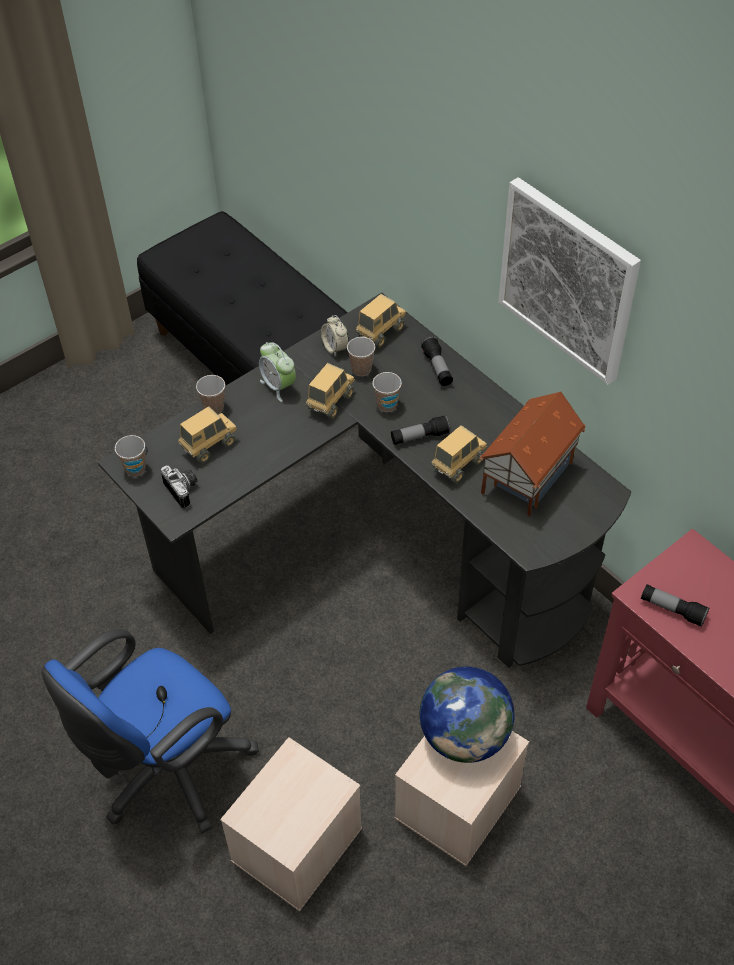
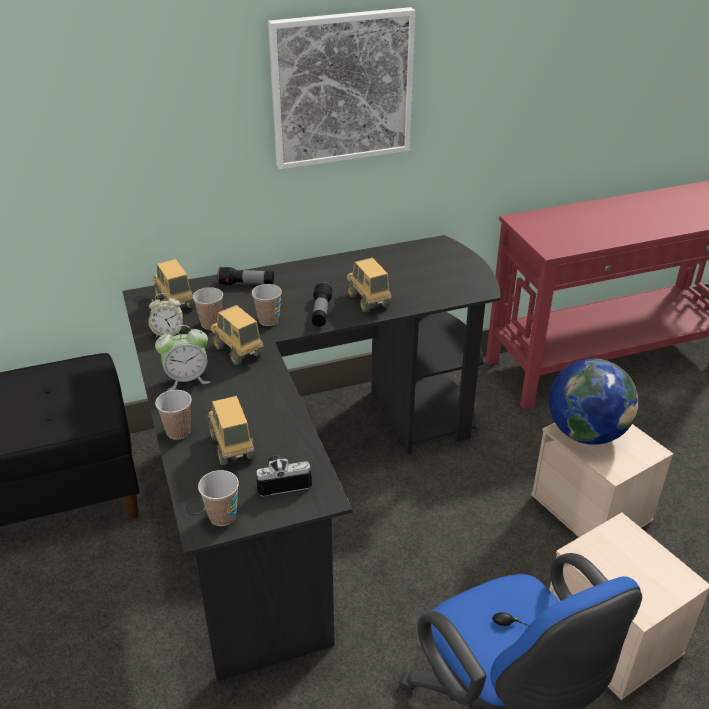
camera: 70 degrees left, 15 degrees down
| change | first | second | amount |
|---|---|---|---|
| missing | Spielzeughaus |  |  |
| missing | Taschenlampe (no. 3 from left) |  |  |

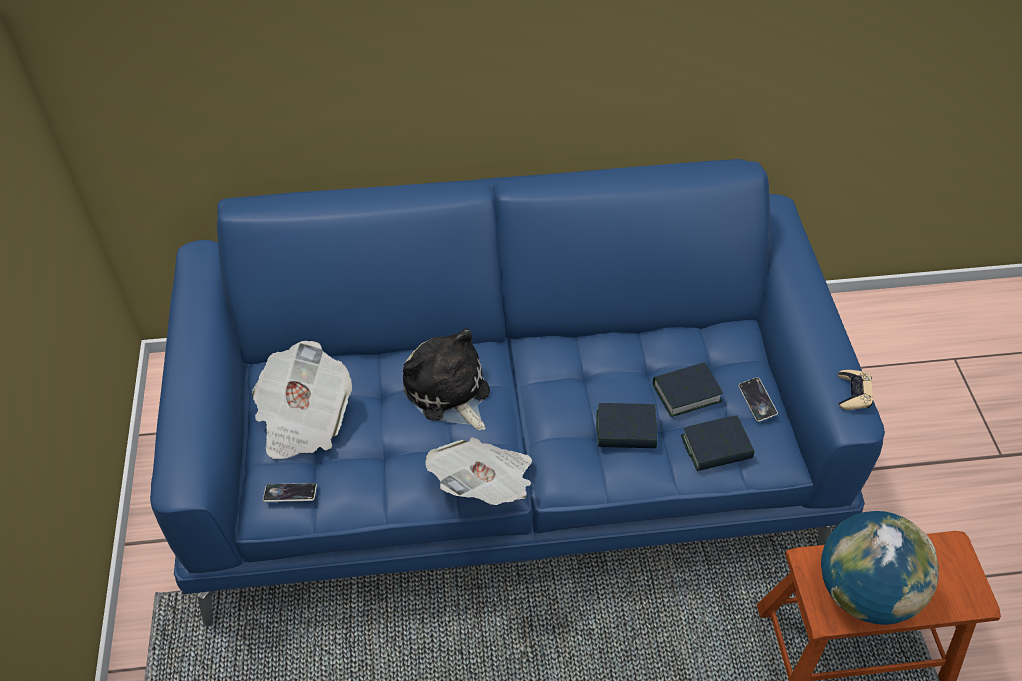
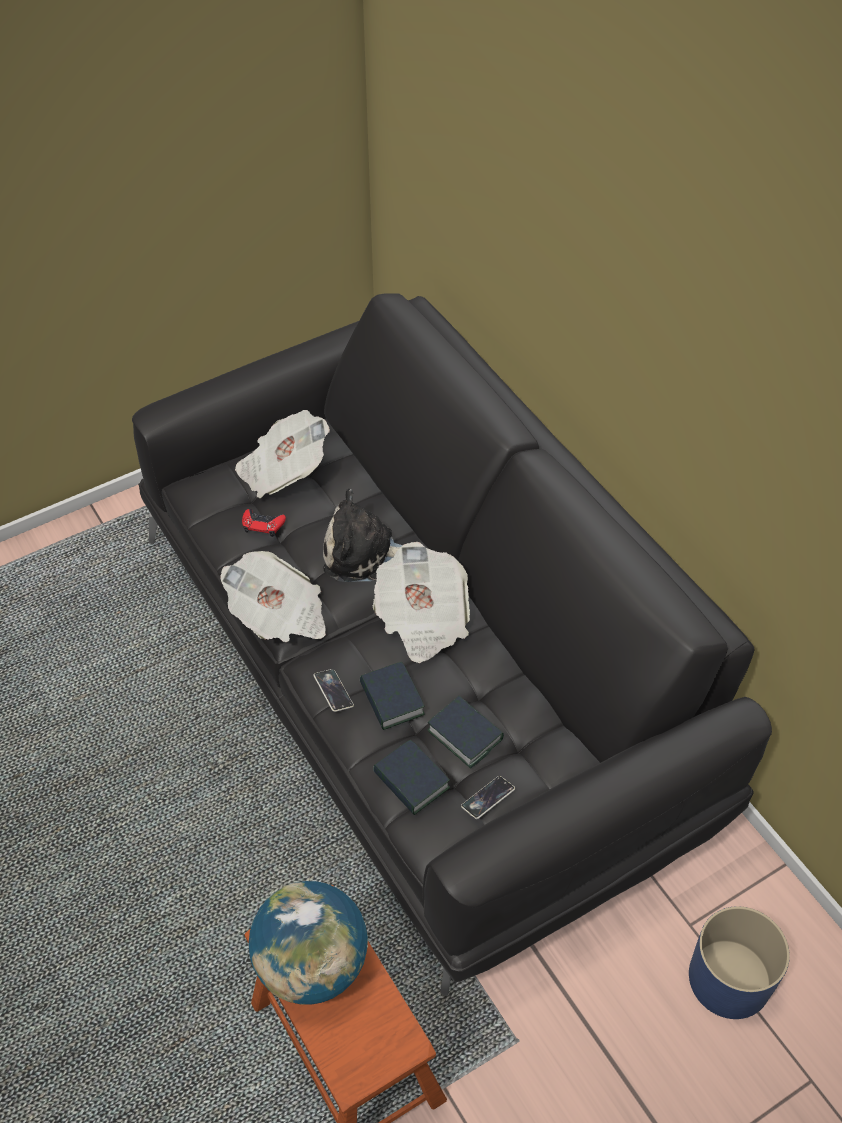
camera: 65 degrees right, 0 degrees up
| change | first | second | amount |
|---|---|---|---|
| colour | Sofa [blau] | Sofa [schwarz] |  |
| spun | Plüschtier |  | 120 degrees counterclockwise |
| missing | Gamepad [beige] |  |  |
| relocated | Handy (no. 1 from left) |  |  |
| appeared |  | Gamepad [rot] |  |
| appeared |  | Zeitung (no. 3 from left) |  |
| appeared |  | Pflanzkübel [blau] |  |

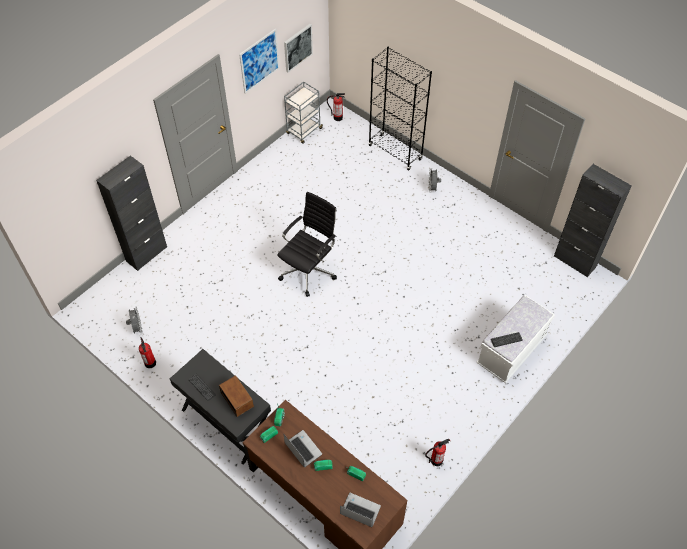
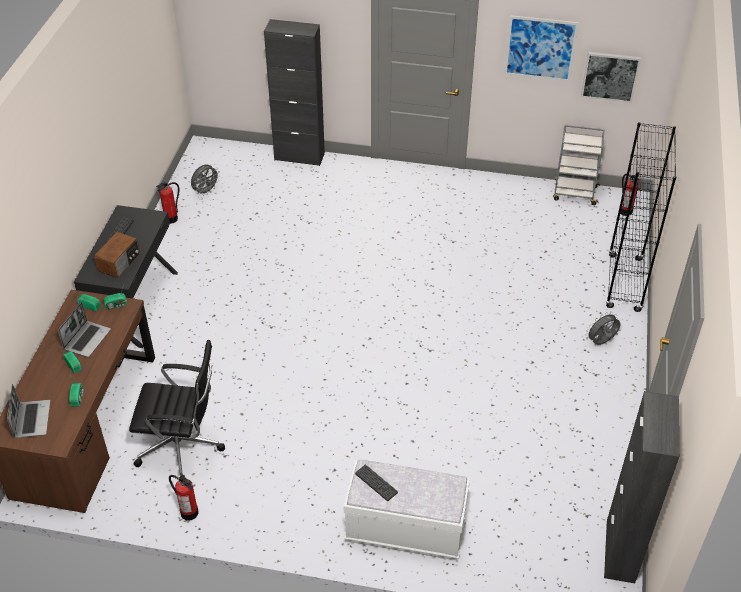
camera: 60 degrees right, 10 degrees down
| change | first | second | amount |
|---|---|---|---|
| relocated | Bürostuhl [schwarz] |  |  |

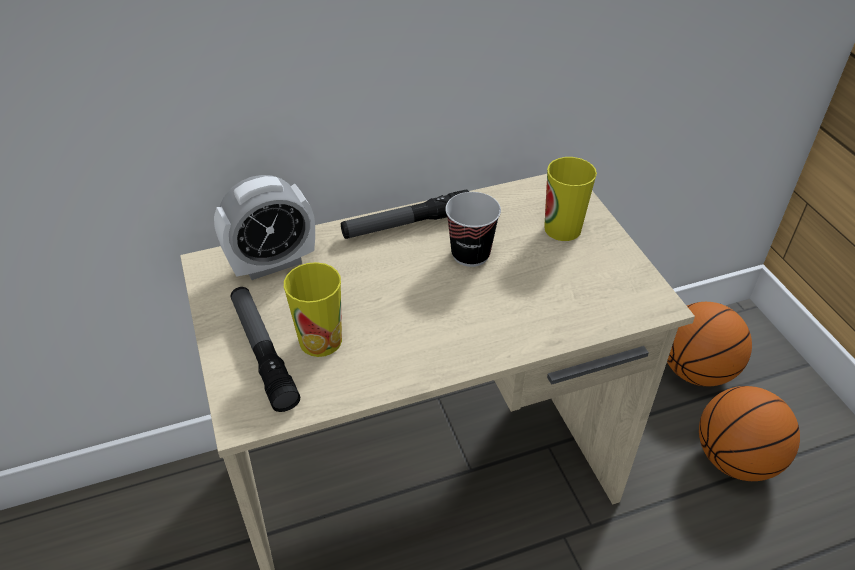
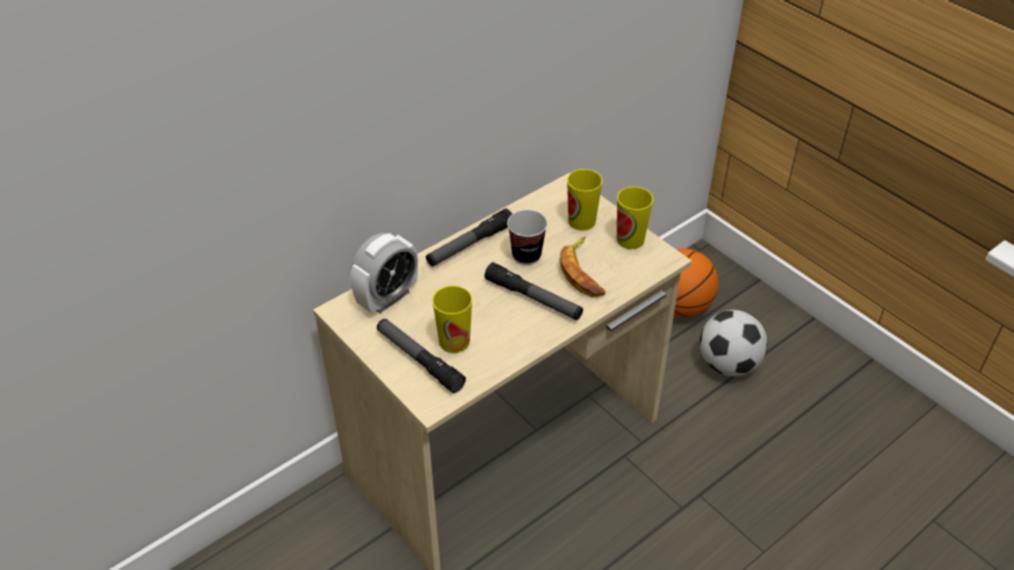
camera: 20 degrees left, 0 degrees up
| change | first | second | amount |
|---|---|---|---|
| exchanged | Basketball (no. 2 from left) | Fußball |  |
| appeared |  | Tasse (no. 4 from left) |  |
| appeared |  | Banane |  |
| appeared |  | Taschenlampe (no. 3 from left) |  |

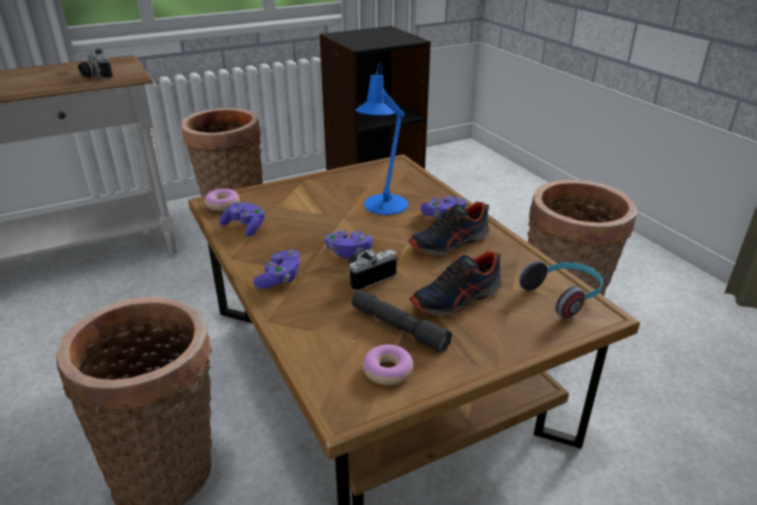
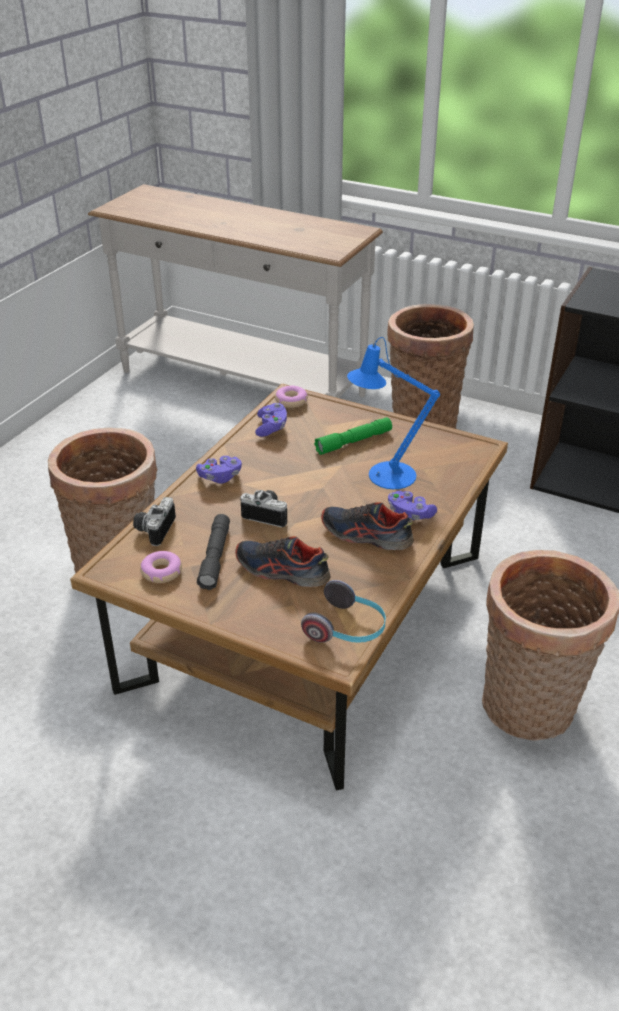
camera: 55 degrees right, 5 degrees up
| change | first | second | amount |
|---|---|---|---|
| relocated | Kamera (no. 1 from left) |  |  |
| missing | Gamepad [lila] (no. 3 from left) |  |  |
| appeared |  | Taschenlampe [grün] |  |

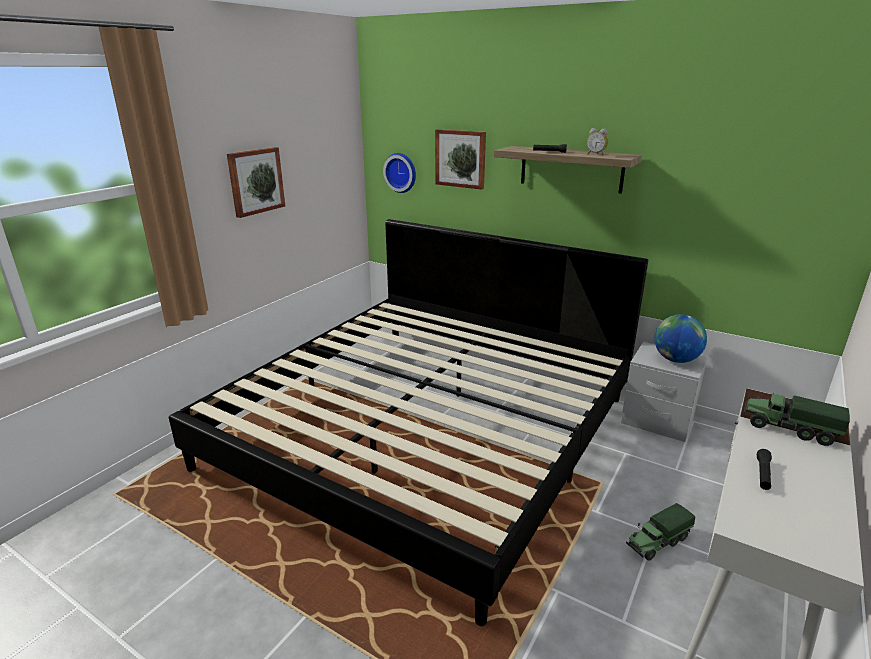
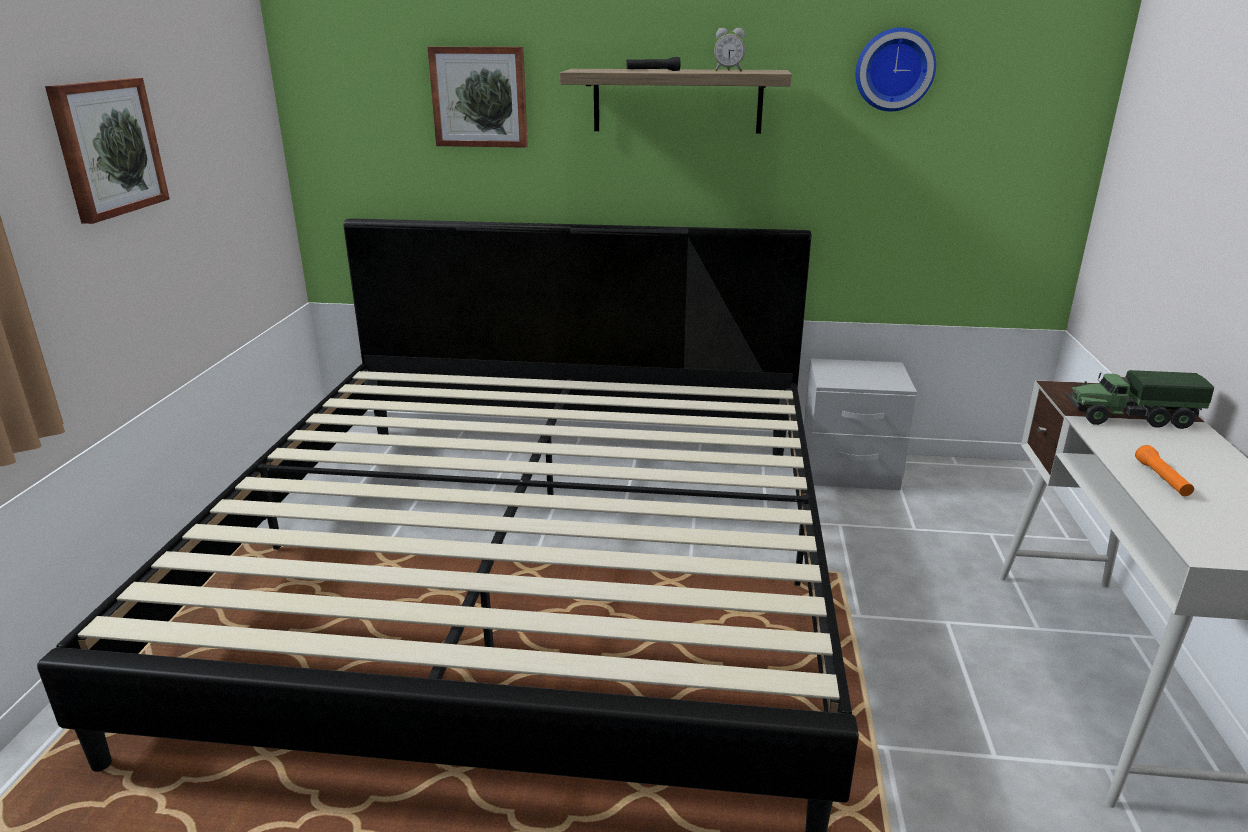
camera: 25 degrees left, 0 degrees up
| change | first | second | amount |
|---|---|---|---|
| relocated | Wanduhr |  |  |
| missing | Globus |  |  |
| colour | Taschenlampe [schwarz] (no. 2 from left) | Taschenlampe [orange] |  |
| missing | Spielzeuglaster (no. 1 from left) |  |  |

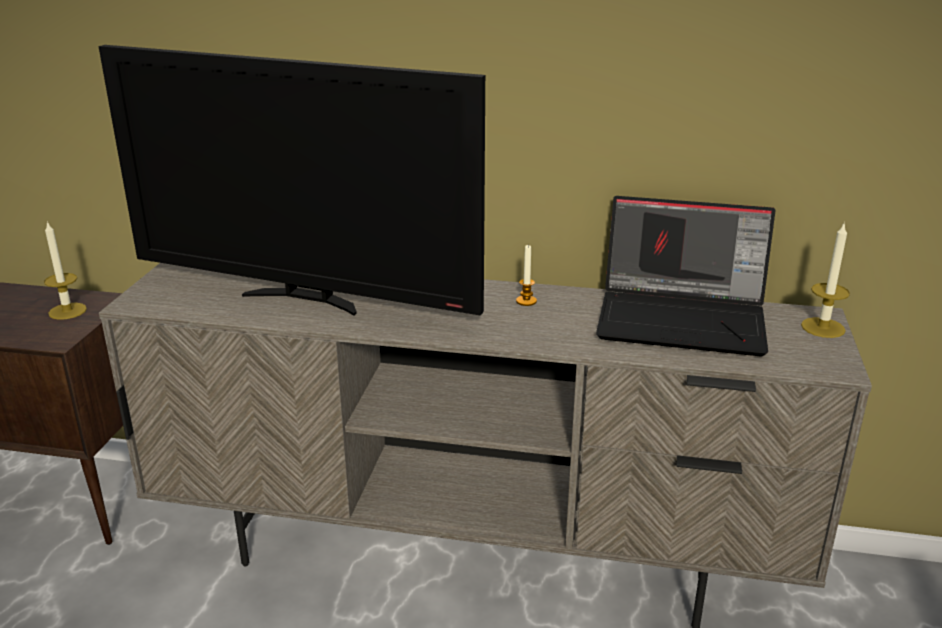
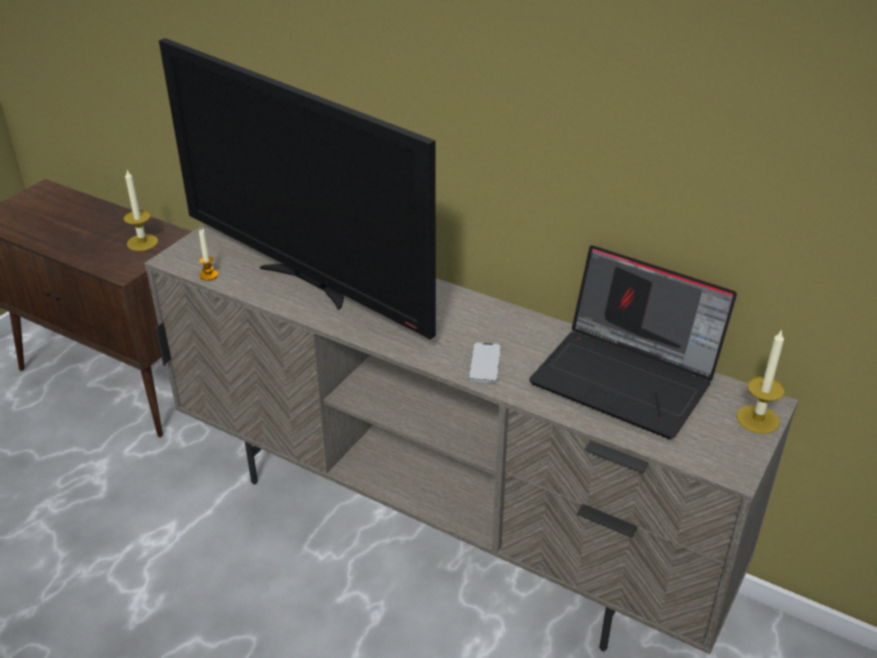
camera: 20 degrees right, 10 degrees up
| change | first | second | amount |
|---|---|---|---|
| relocated | Kerze (no. 2 from left) |  |  |
| appeared |  | Handy |  |

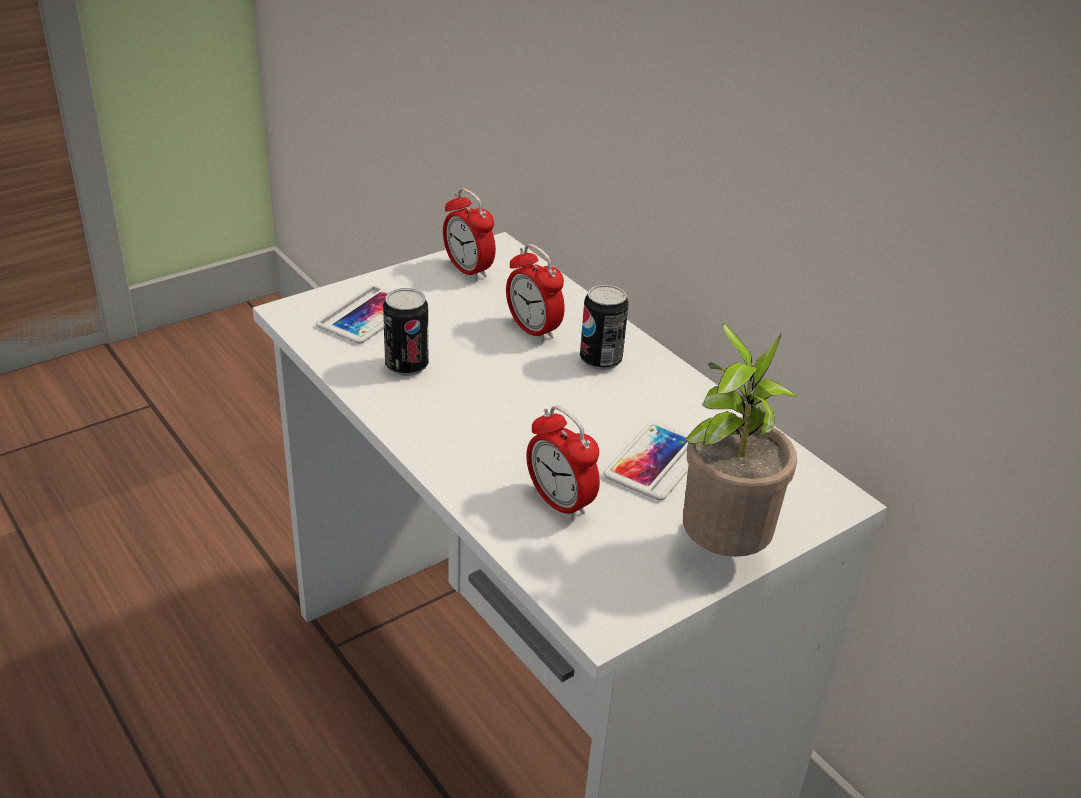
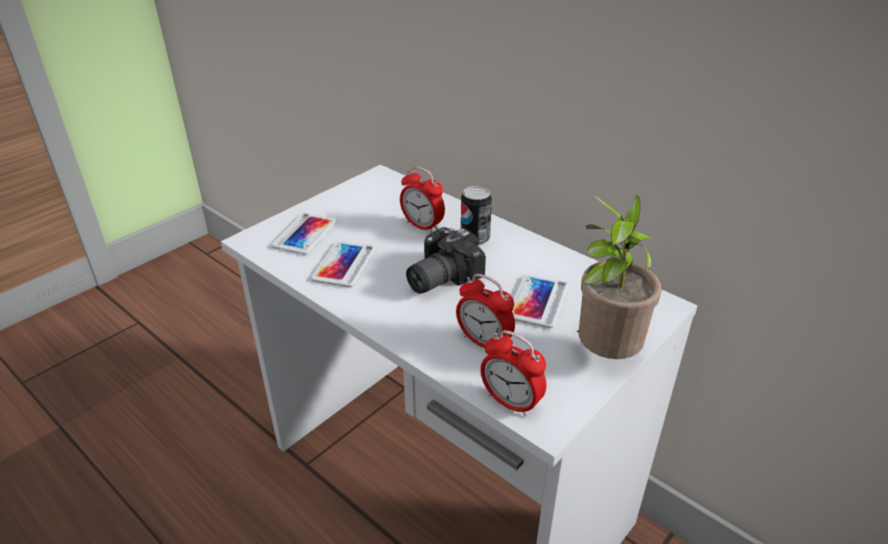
camera: 10 degrees left, 0 degrees up
| change | first | second | amount |
|---|---|---|---|
| relocated | Wecker (no. 1 from left in the first image) | Wecker (no. 3 from left) |  |
| exchanged | Dose (no. 1 from left) | Handy (no. 2 from left) |  |
| appeared |  | Kamera |  |

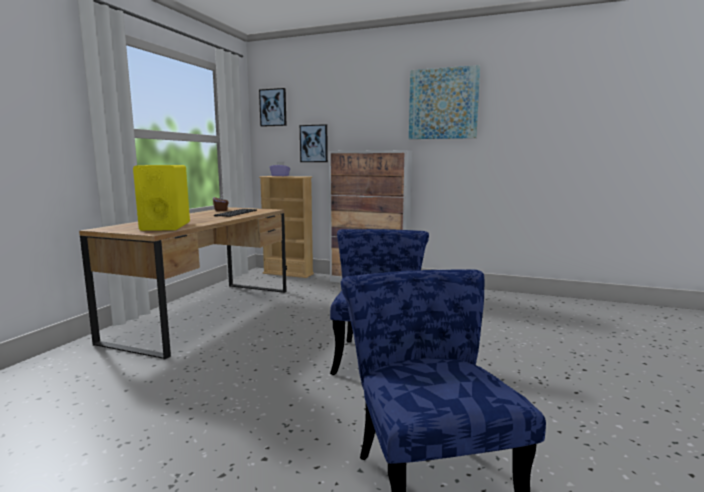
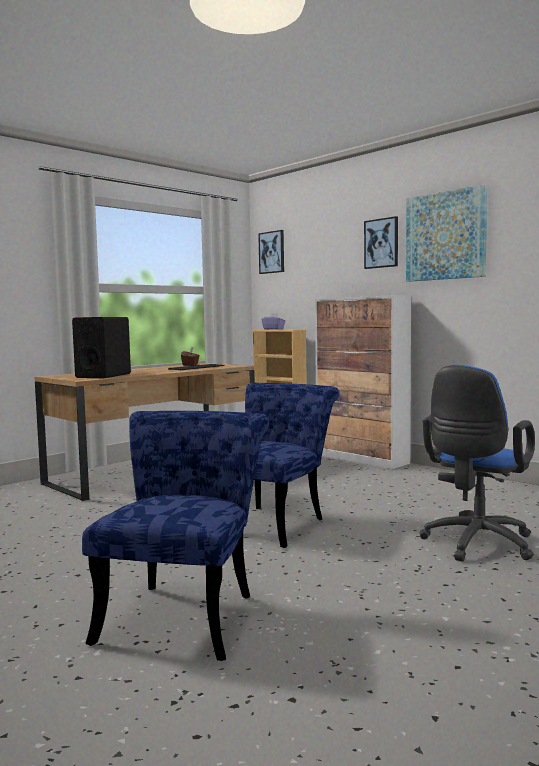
camera: 25 degrees right, 5 degrees down
| change | first | second | amount |
|---|---|---|---|
| relocated | Bild (no. 2 from left) |  |  |
| colour | Lautsprecher [gelb] | Lautsprecher [schwarz] |  |
| appeared |  | Bürostuhl [blau] |  |

